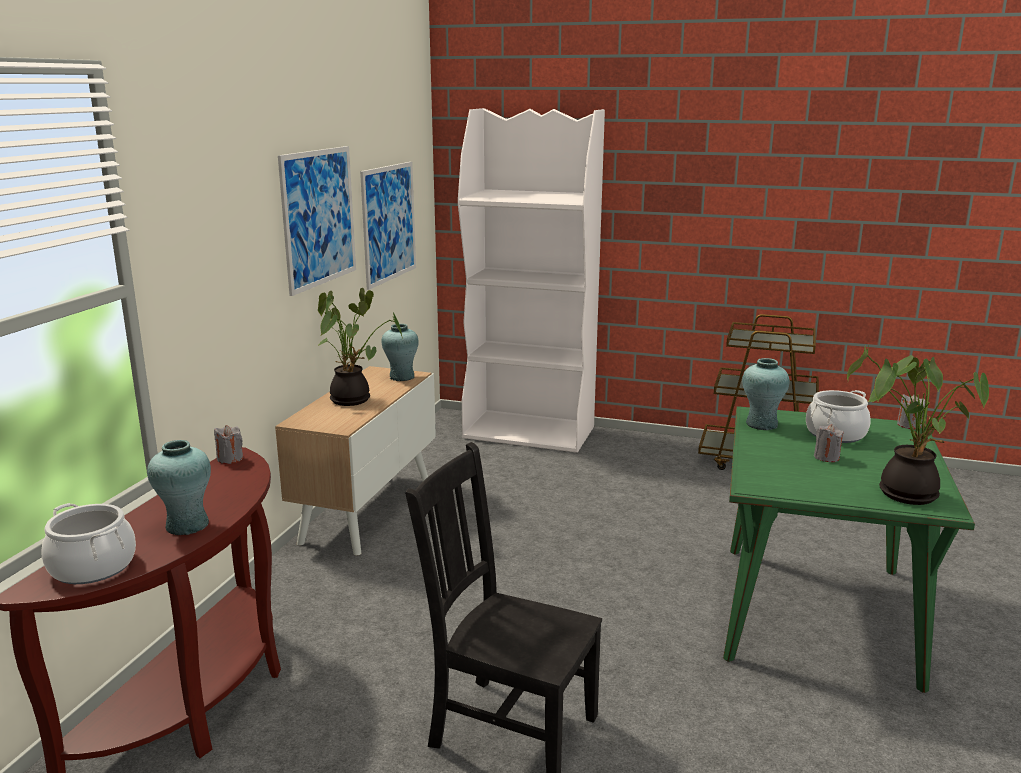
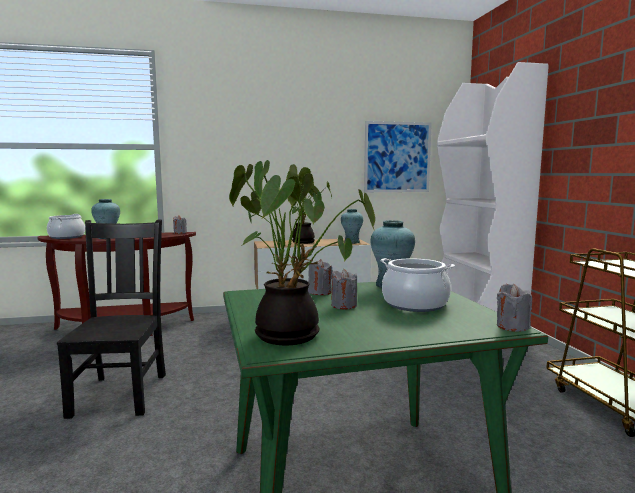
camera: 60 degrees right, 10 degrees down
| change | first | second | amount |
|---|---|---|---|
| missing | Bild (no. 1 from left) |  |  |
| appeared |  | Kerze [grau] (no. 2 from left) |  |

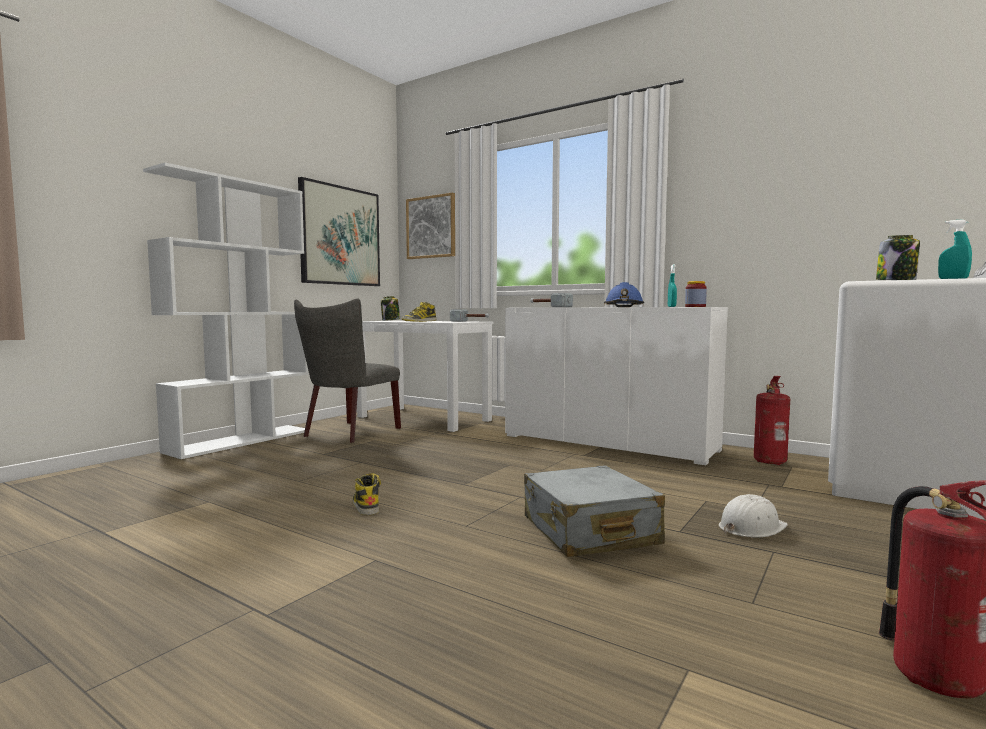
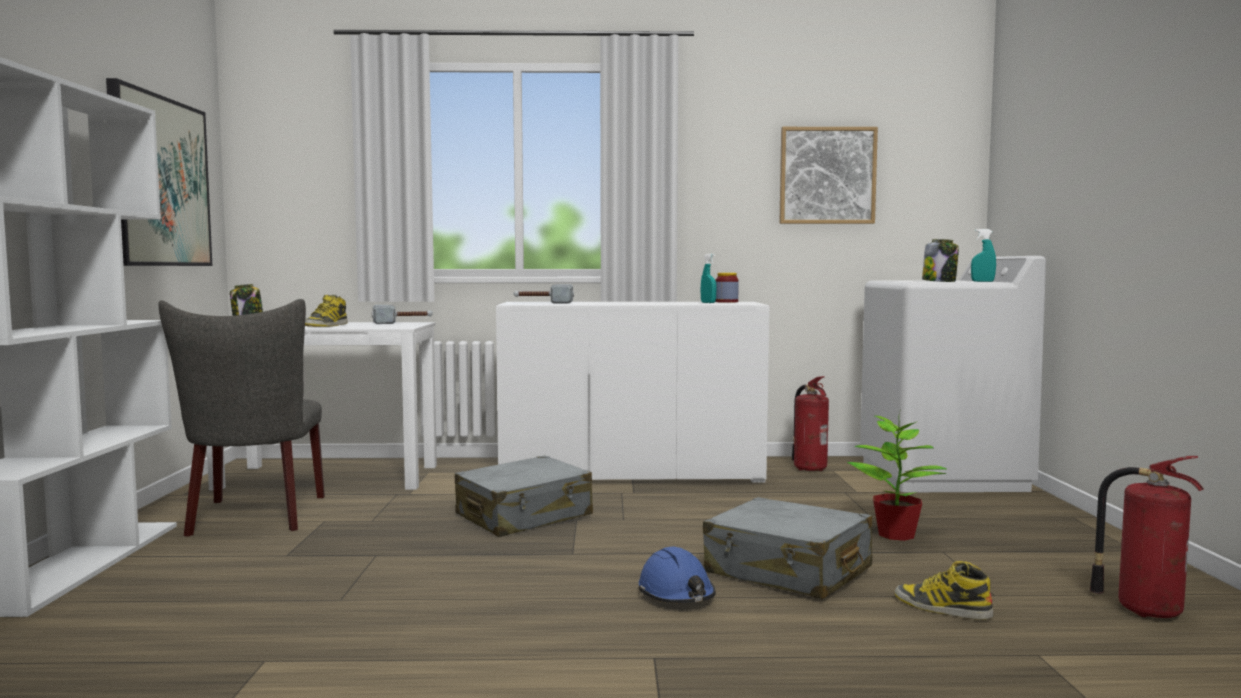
camera: 35 degrees left, 0 degrees up
| change | first | second | amount |
|---|---|---|---|
| relocated | Bild (no. 2 from left) |  |  |
| relocated | Schutzhelm [blau] |  |  |
| relocated | Stiefel (no. 1 from left in the first image) | Stiefel (no. 2 from left) |  |
| exchanged | Schutzhelm [weiß] | Topfpflanze |  |
| appeared |  | Koffer [grau] (no. 1 from left) |  |

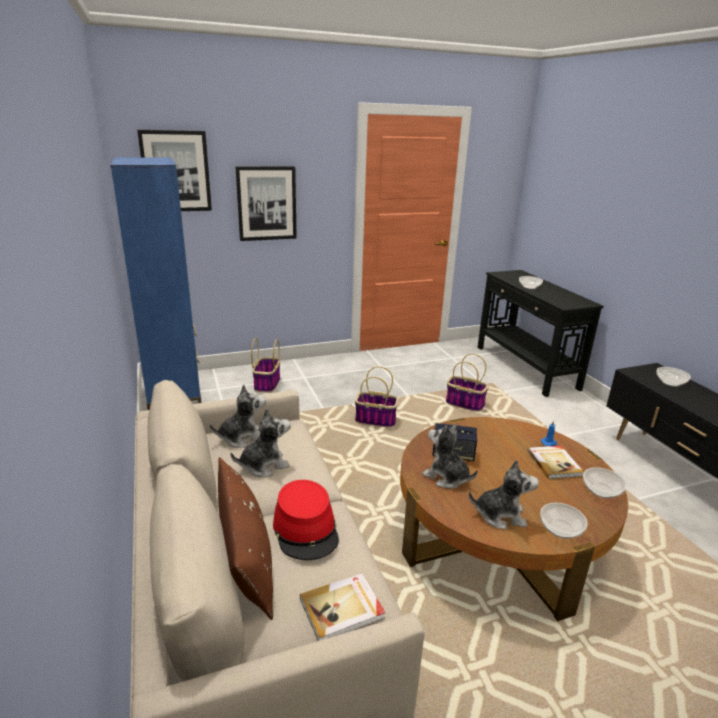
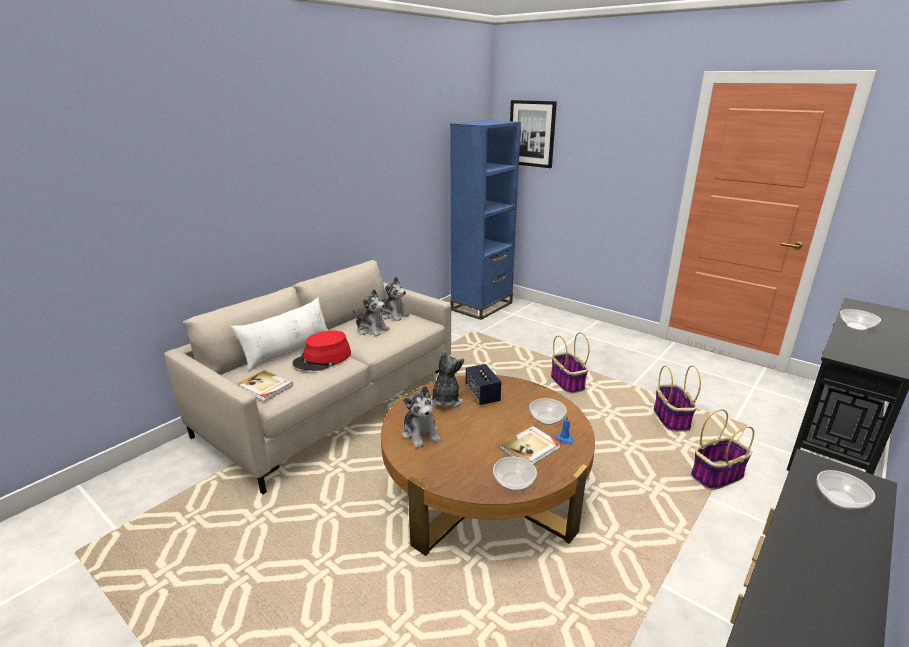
camera: 60 degrees right, 0 degrees up
| change | first | second | amount |
|---|---|---|---|
| missing | Bild (no. 2 from left) |  |  |
| relocated | Korb (no. 1 from left in the first image) | Korb (no. 3 from left) |  |
| colour | Kissen [braun] | Kissen [weiß] |  |
| relocated | Schüssel (no. 2 from left) |  |  |

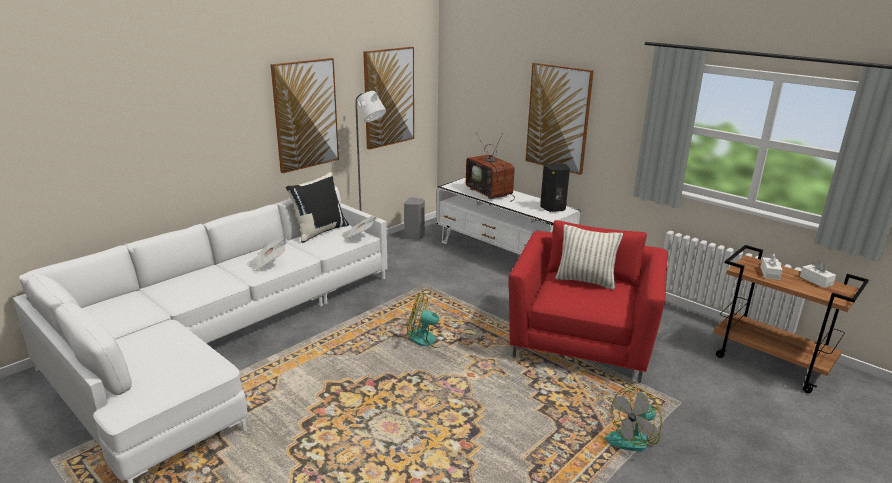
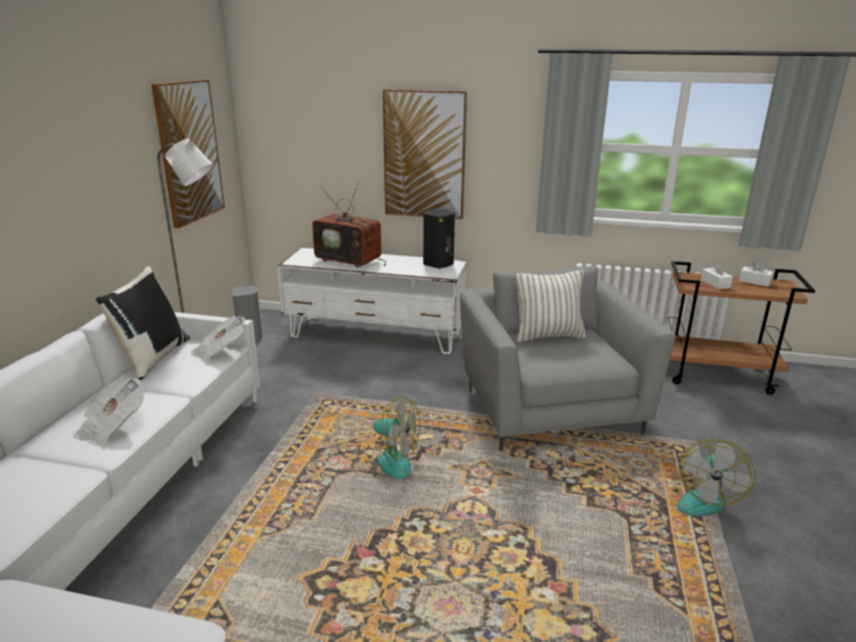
camera: 30 degrees left, 0 degrees up
| change | first | second | amount |
|---|---|---|---|
| missing | Bild (no. 1 from left) |  |  |
| colour | Sessel [rot] | Sessel [grau] |  |
| spun | Ventilator (no. 1 from left) |  | 135 degrees counterclockwise |

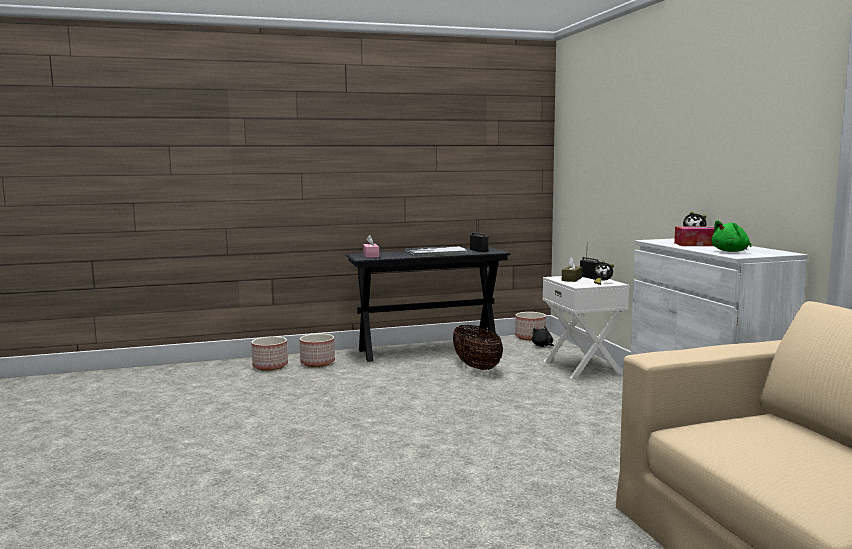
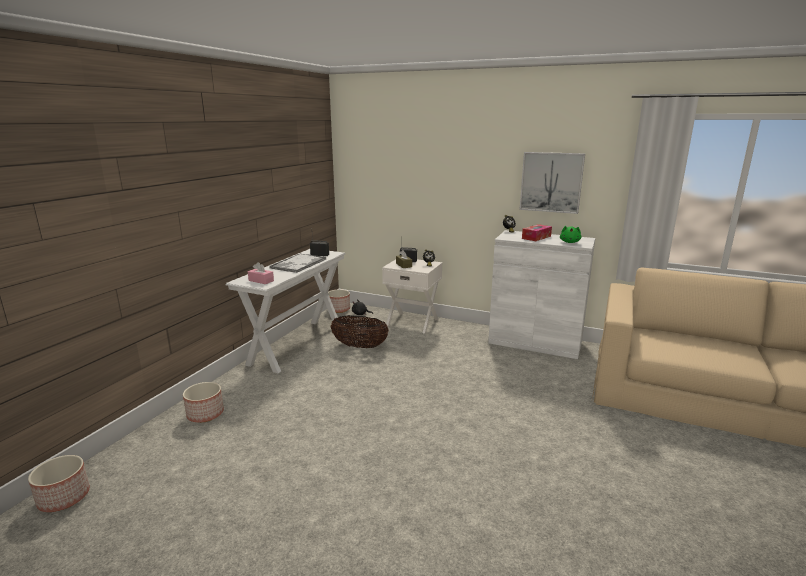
camera: 50 degrees left, 10 degrees up
| change | first | second | amount |
|---|---|---|---|
| colour | Konsolentisch [schwarz] | Konsolentisch [weiß] |  |
| relocated | Pflanzkübel (no. 2 from left in the first image) | Pflanzkübel (no. 1 from left) |  |
| appeared |  | Bild |  |

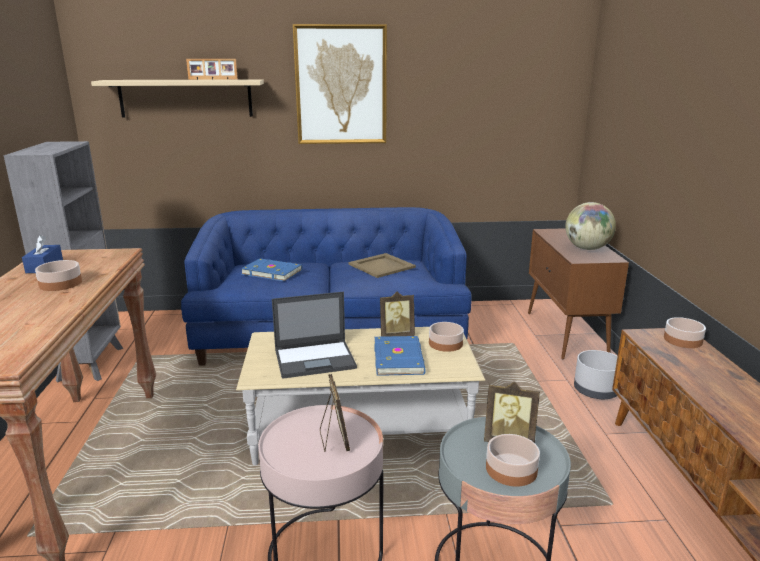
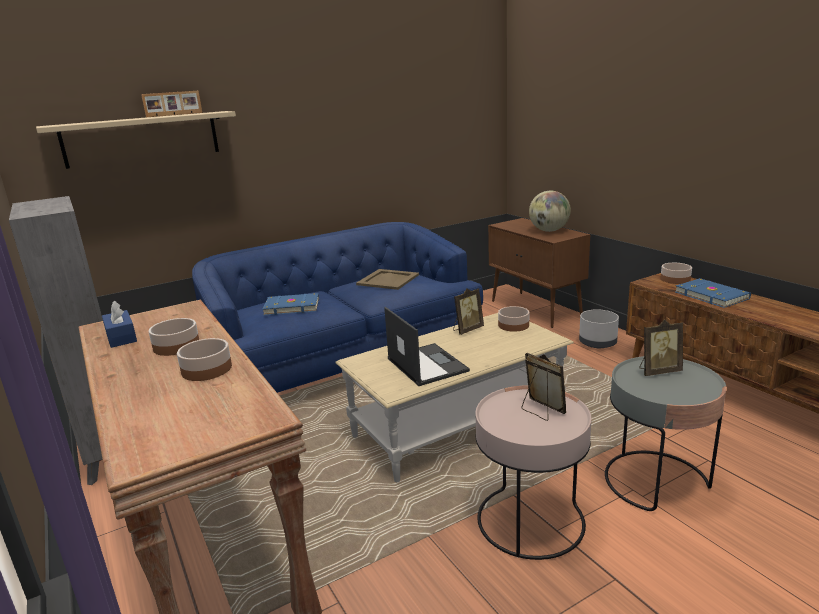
camera: 25 degrees left, 0 degrees up
| change | first | second | amount |
|---|---|---|---|
| missing | Bild |  |  |
| spun | Laptop |  | 75 degrees counterclockwise |
| relocated | Buch [blau] (no. 2 from left) |  |  |
| relocated | Schüssel (no. 3 from left in the first image) | Schüssel (no. 2 from left) |  |

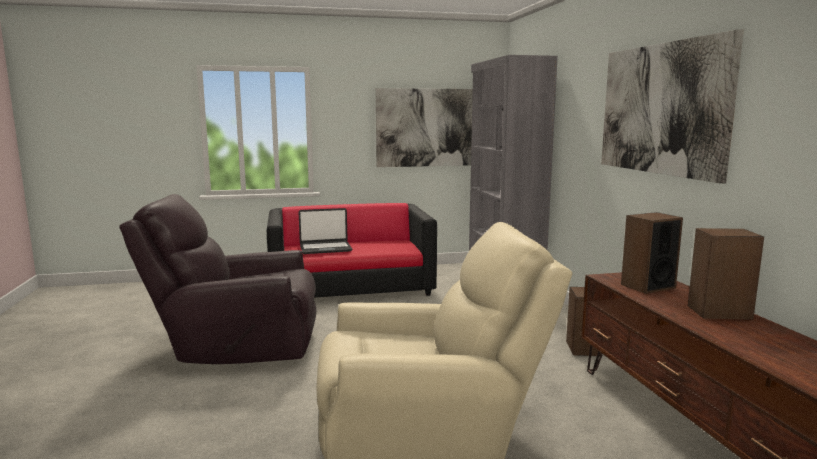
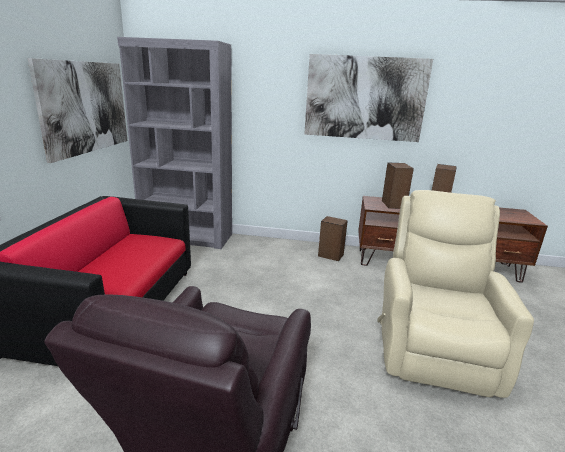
camera: 70 degrees left, 10 degrees up
| change | first | second | amount |
|---|---|---|---|
| missing | Laptop |  |  |

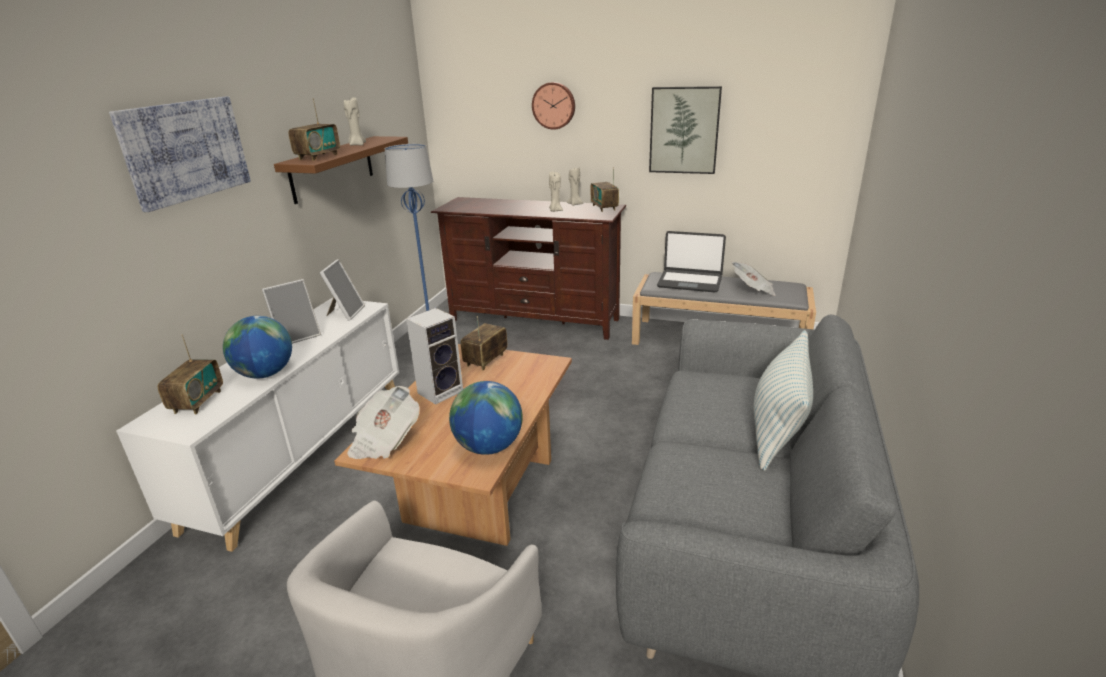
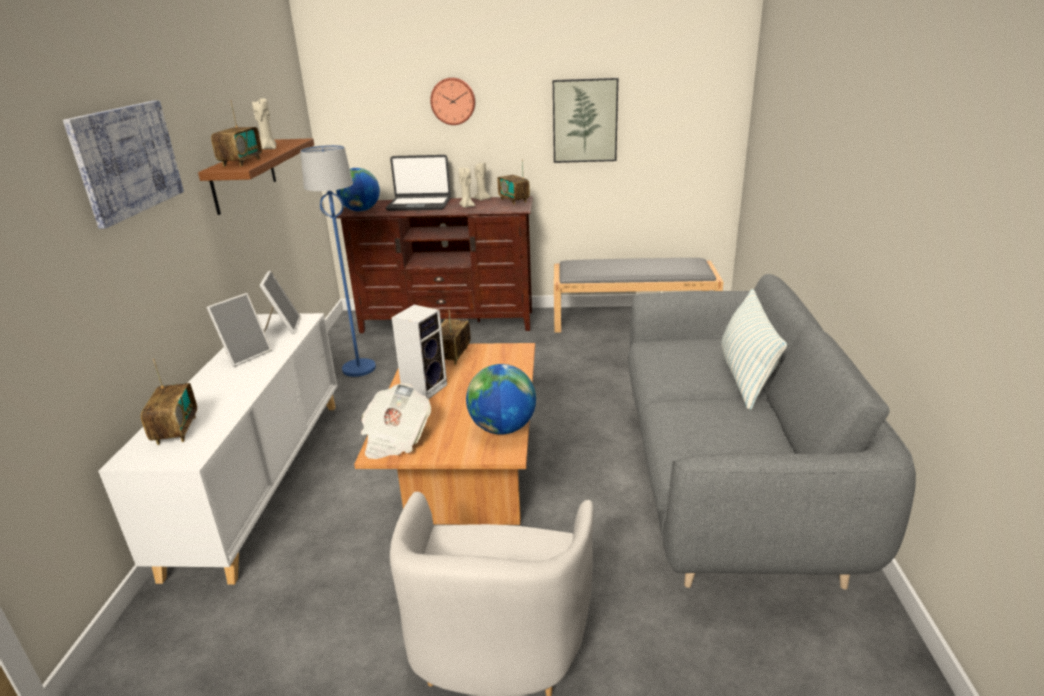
camera: 15 degrees left, 0 degrees up
| change | first | second | amount |
|---|---|---|---|
| relocated | Laptop |  |  |
| missing | Zeitung (no. 2 from left) |  |  |
| relocated | Globus (no. 1 from left) |  |  |

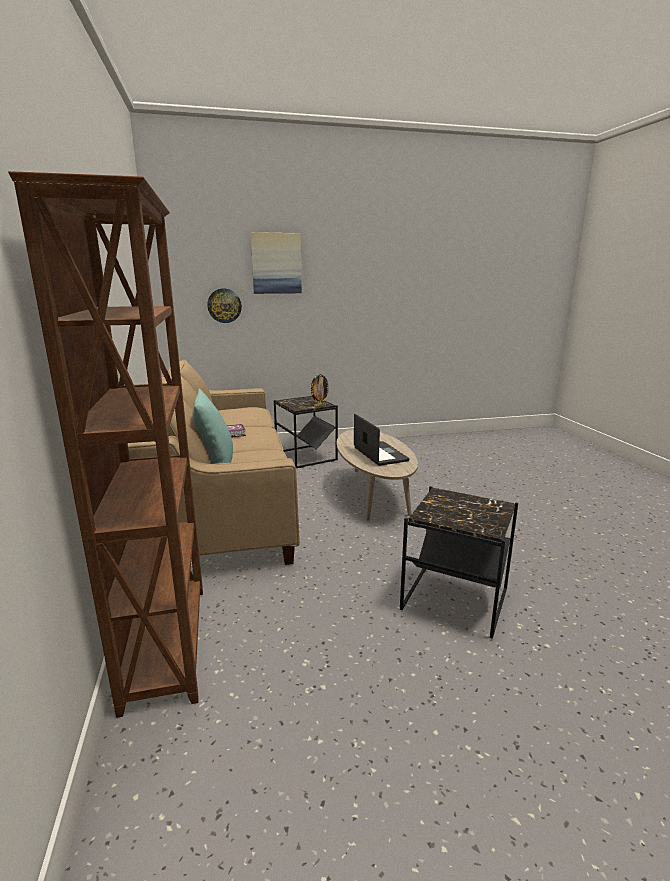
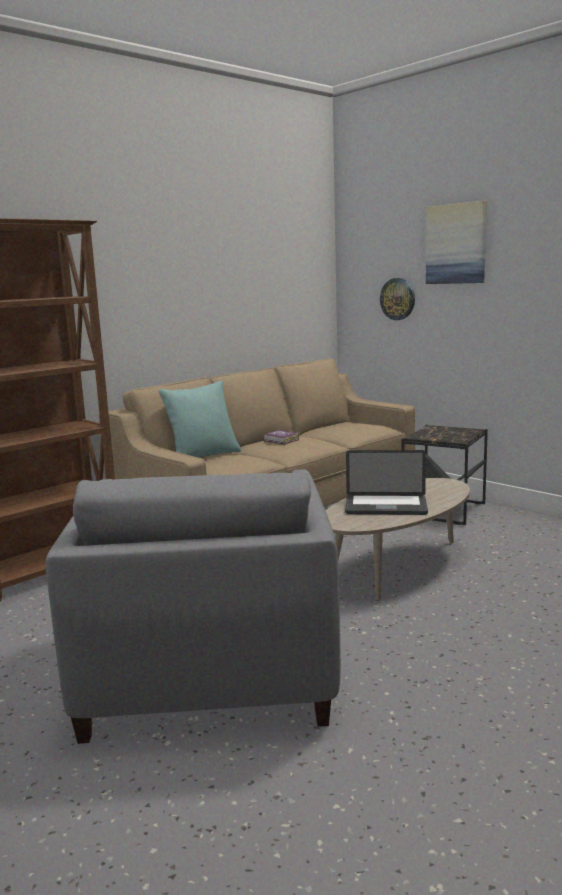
camera: 60 degrees right, 5 degrees down
| change | first | second | amount |
|---|---|---|---|
| missing | Bilderrahmen |  |  |
| spun | Laptop |  | 60 degrees clockwise |
| exchanged | Beistelltisch [schwarz] (no. 2 from left) | Sessel [grau] |  |

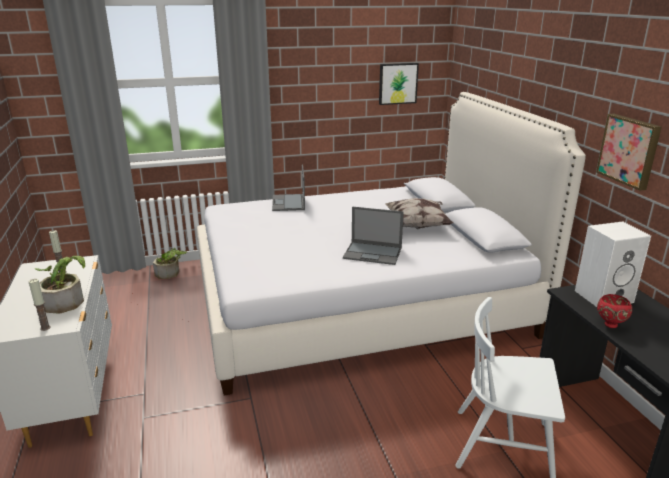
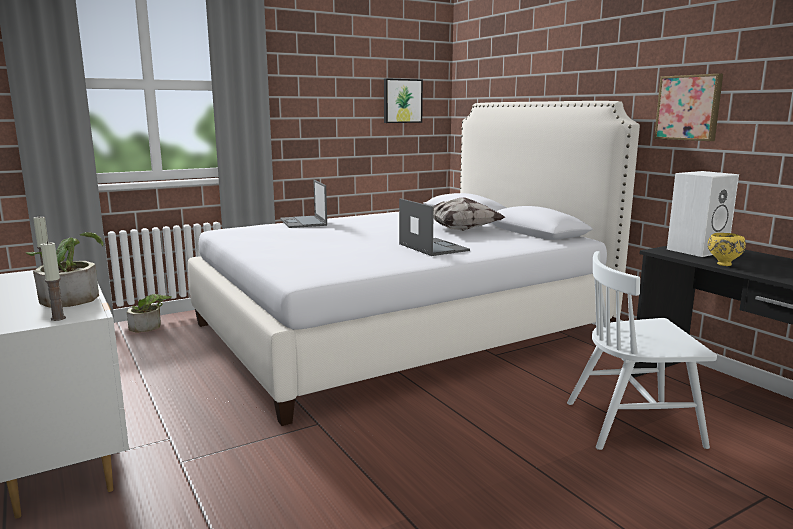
camera: 15 degrees left, 10 degrees down
| change | first | second | amount |
|---|---|---|---|
| spun | Laptop (no. 2 from left) |  | 120 degrees counterclockwise |
| colour | Schüssel [rot] | Schüssel [gelb] |  |

